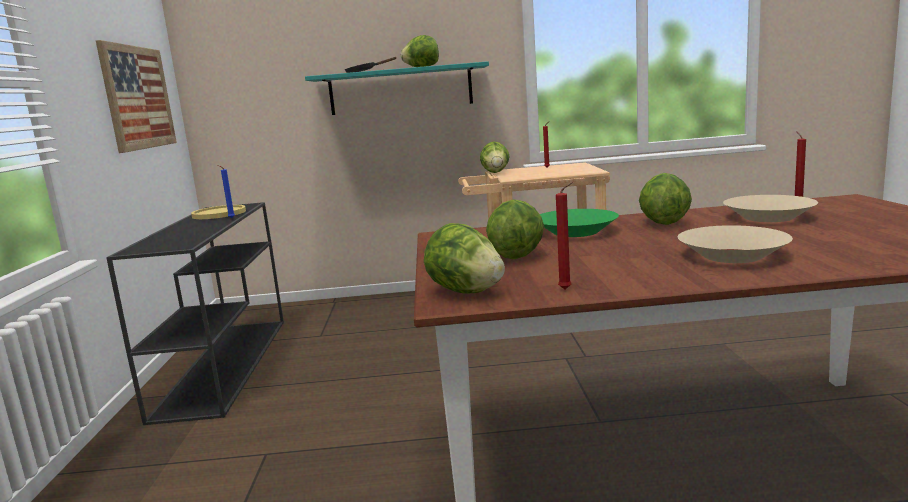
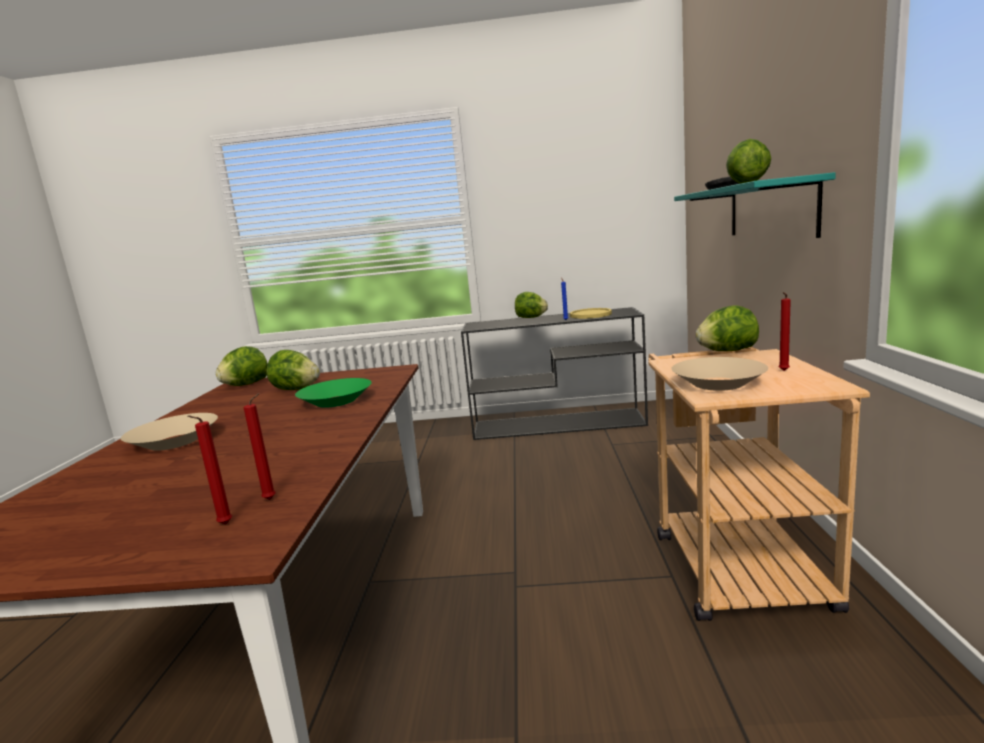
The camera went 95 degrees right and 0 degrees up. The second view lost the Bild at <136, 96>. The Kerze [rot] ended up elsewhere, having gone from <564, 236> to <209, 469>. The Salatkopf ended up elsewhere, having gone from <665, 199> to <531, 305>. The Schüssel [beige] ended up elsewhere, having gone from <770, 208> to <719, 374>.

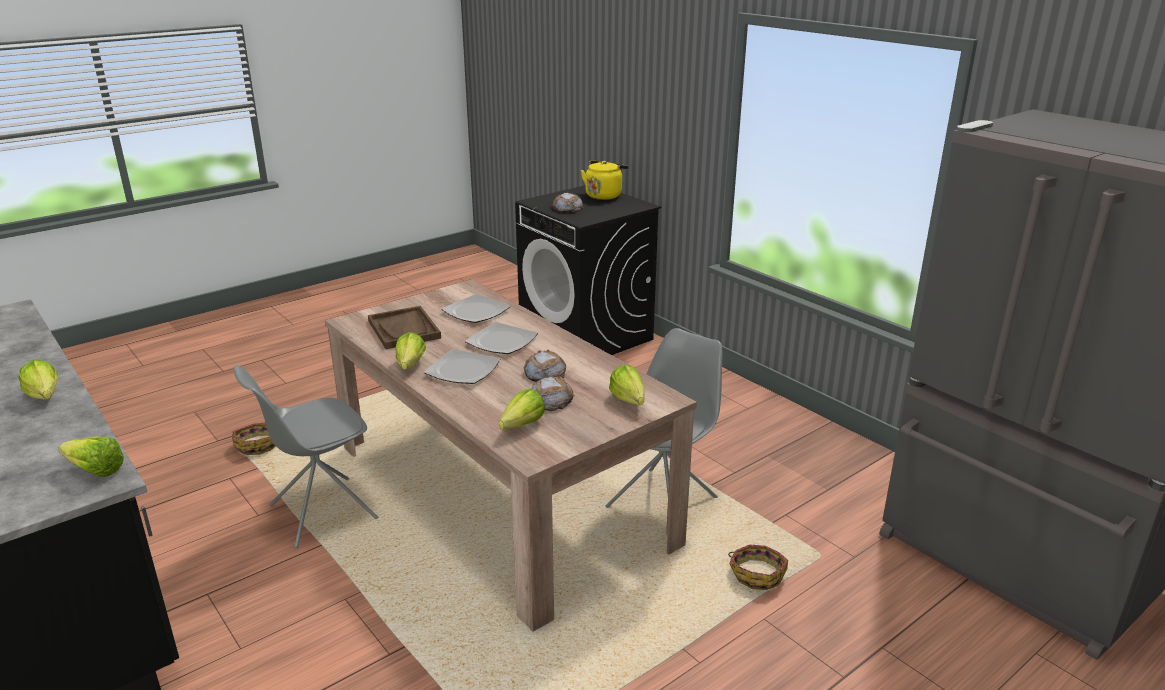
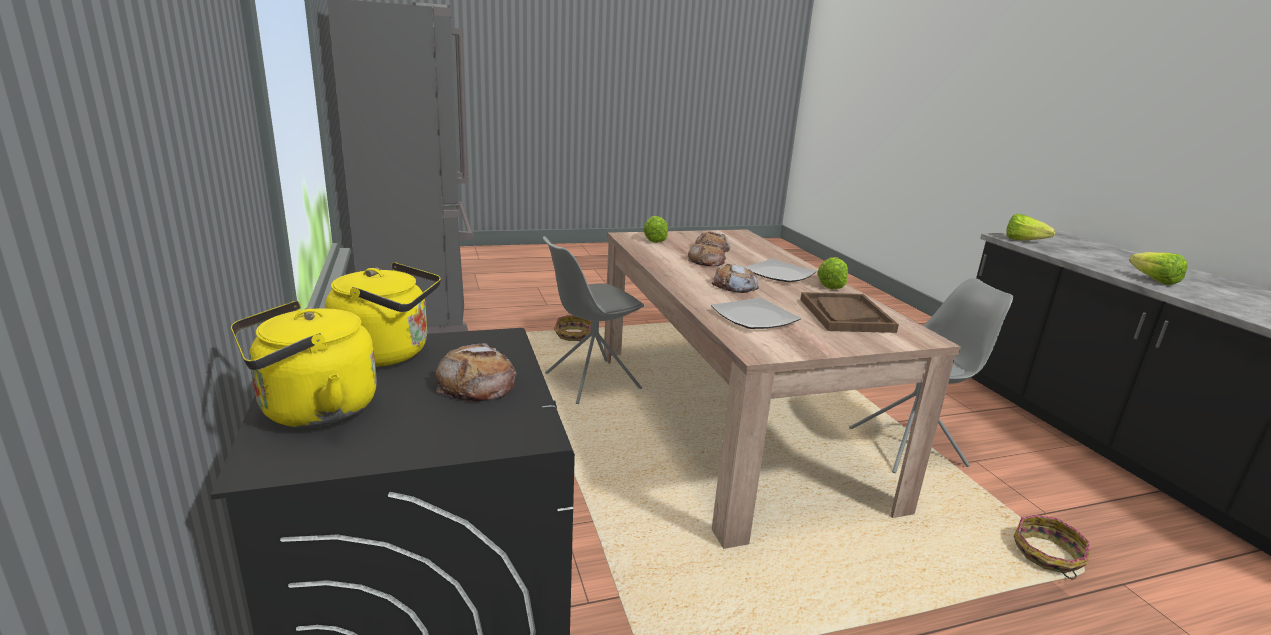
The camera went 160 degrees left and 5 degrees down. Where the Teller stood at <501, 338>, the Brot came to stand at <735, 278>. The second view lost the Salatkopf at <522, 409>. The second view gained the Wasserkessel [gelb] at <383, 314>.

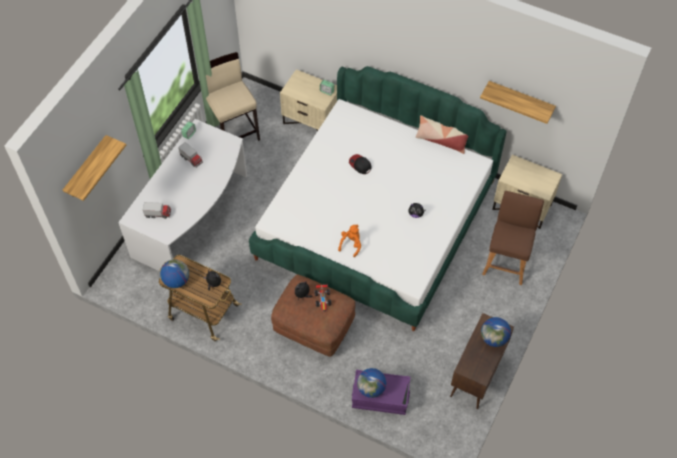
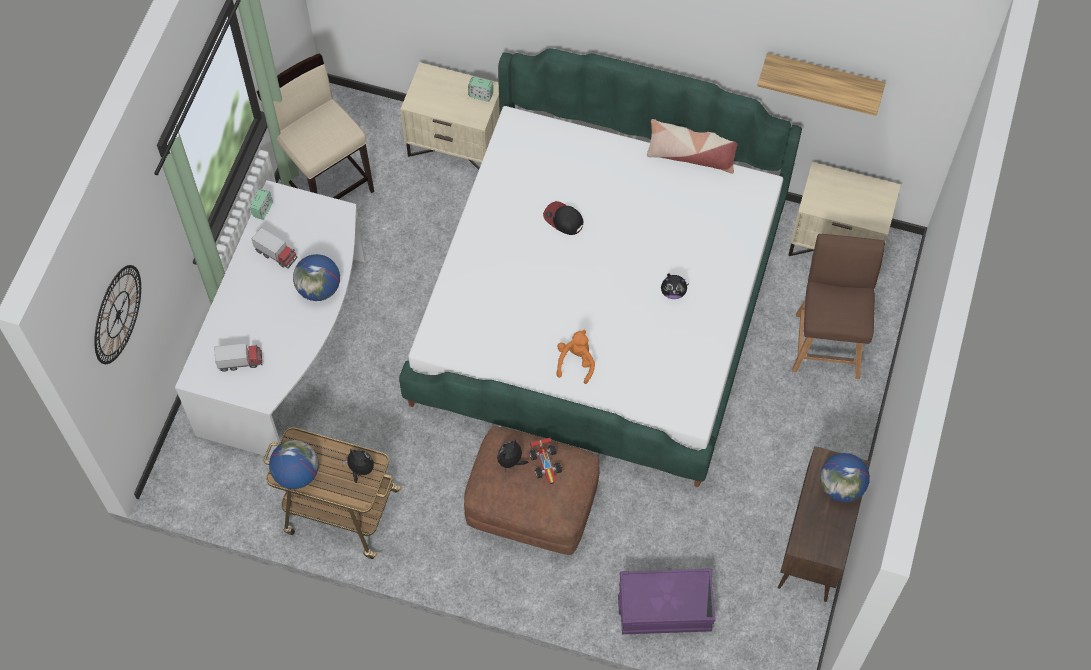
The camera went 10 degrees left and 5 degrees up. Where the Wandregal hung at <94, 168>, the Wanduhr came to hang at <117, 314>. The Globus ended up elsewhere, having gone from <371, 383> to <316, 277>.

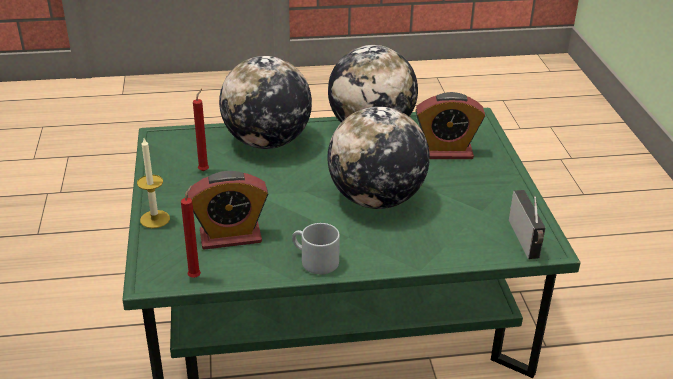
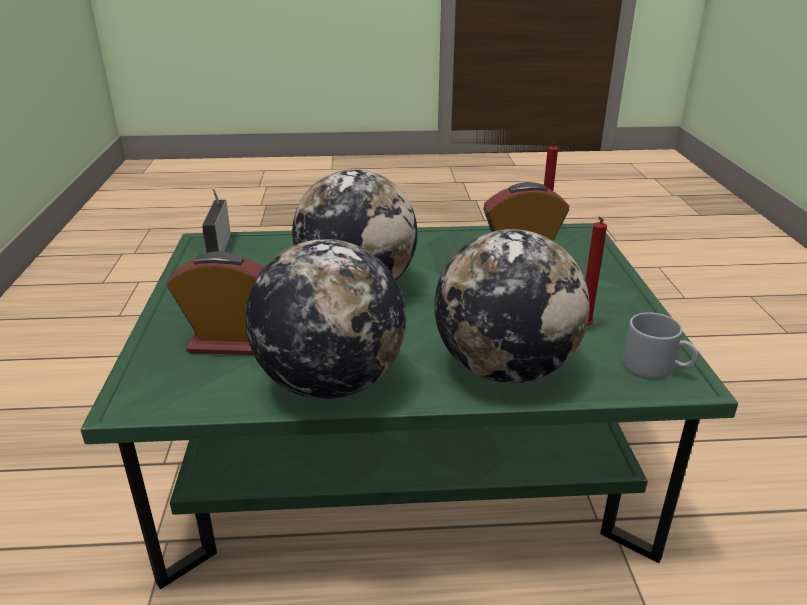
The camera went 175 degrees left and 5 degrees down. The second view lost the Kerze at <153, 183>. The Henkelbecher [grau] ended up elsewhere, having gone from <316, 248> to <660, 345>.

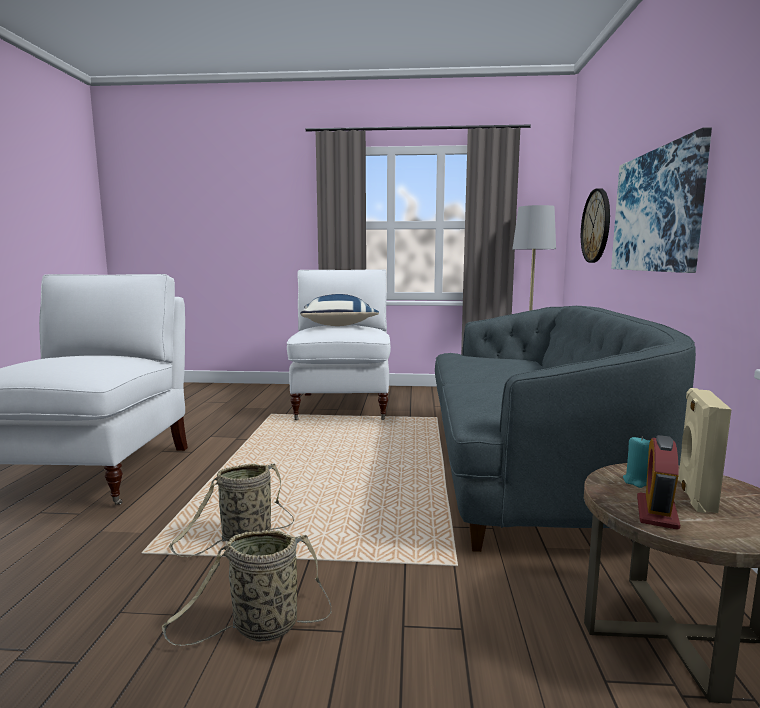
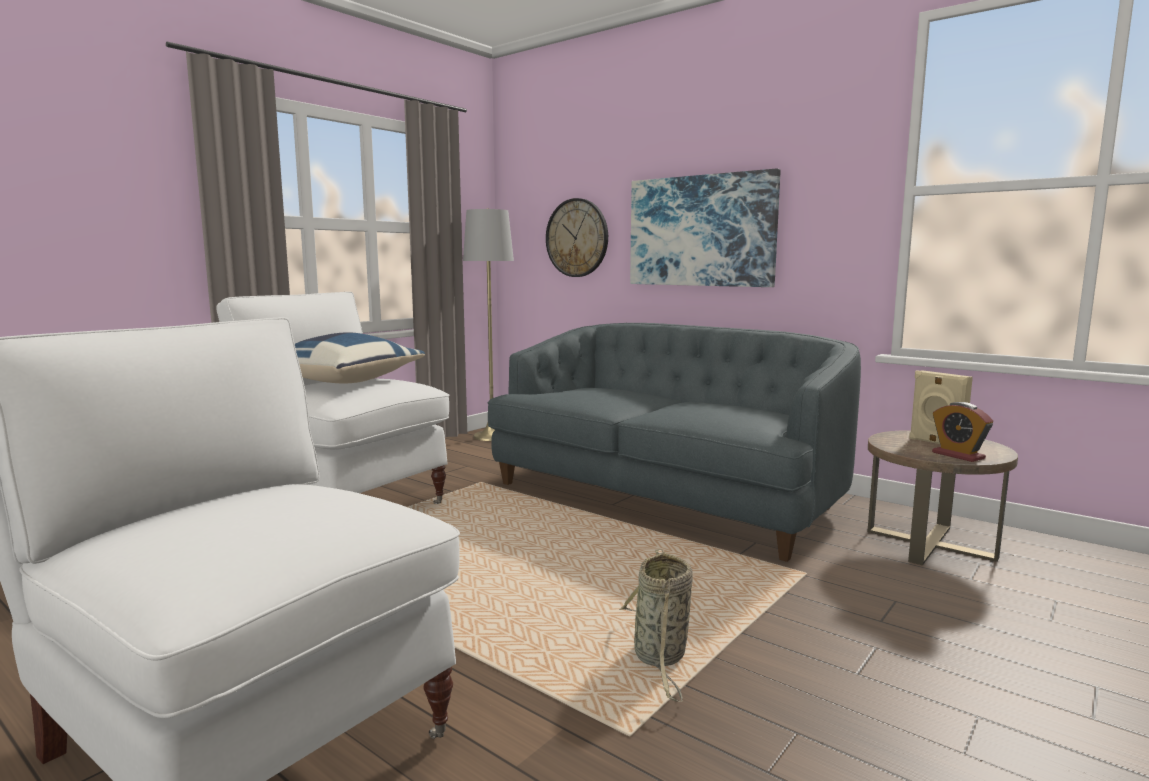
The camera went 55 degrees left and 0 degrees up. The second view lost the Korb at <247, 588>. The second view lost the Kerze [türkis] at <636, 462>.

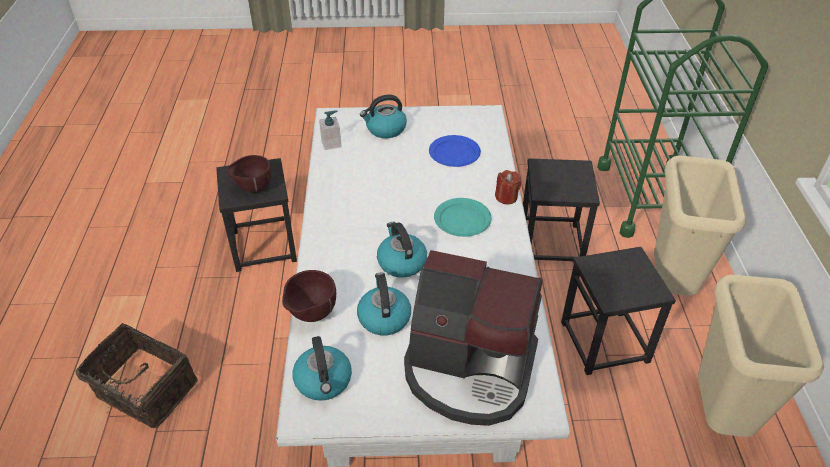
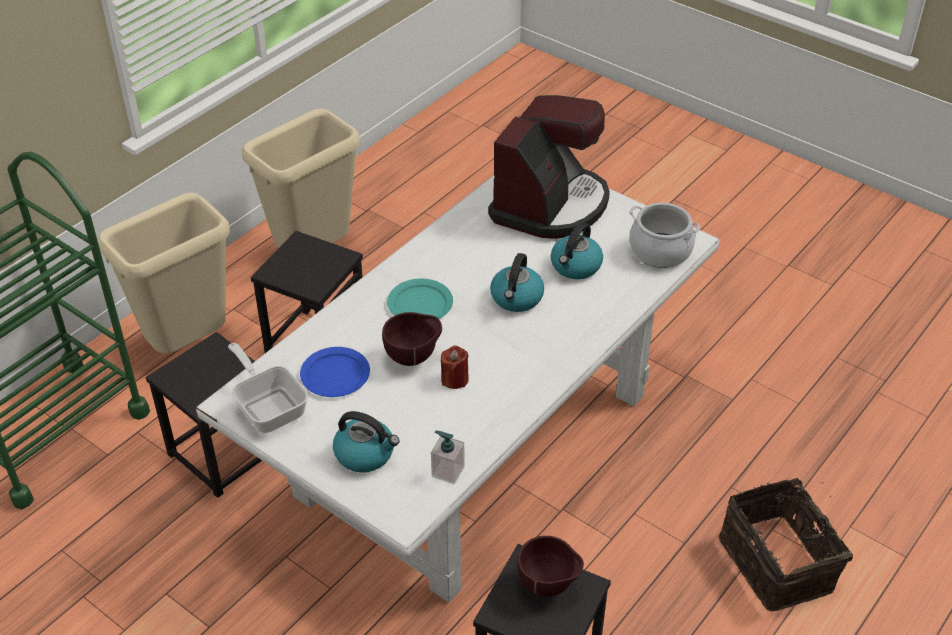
The camera went 140 degrees left and 0 degrees up. The Schüssel [braun] ended up elsewhere, having gone from <309, 296> to <412, 339>. Where the Wasserkessel stood at <322, 368>, the Kochtopf came to stand at <664, 235>. The Kaffeemaschine at <473, 338> ended up facing another way, 60 degrees clockwise from before. The Kerze [rot] ended up elsewhere, having gone from <508, 187> to <455, 367>. The second view gained the Pfanne at <268, 388>.

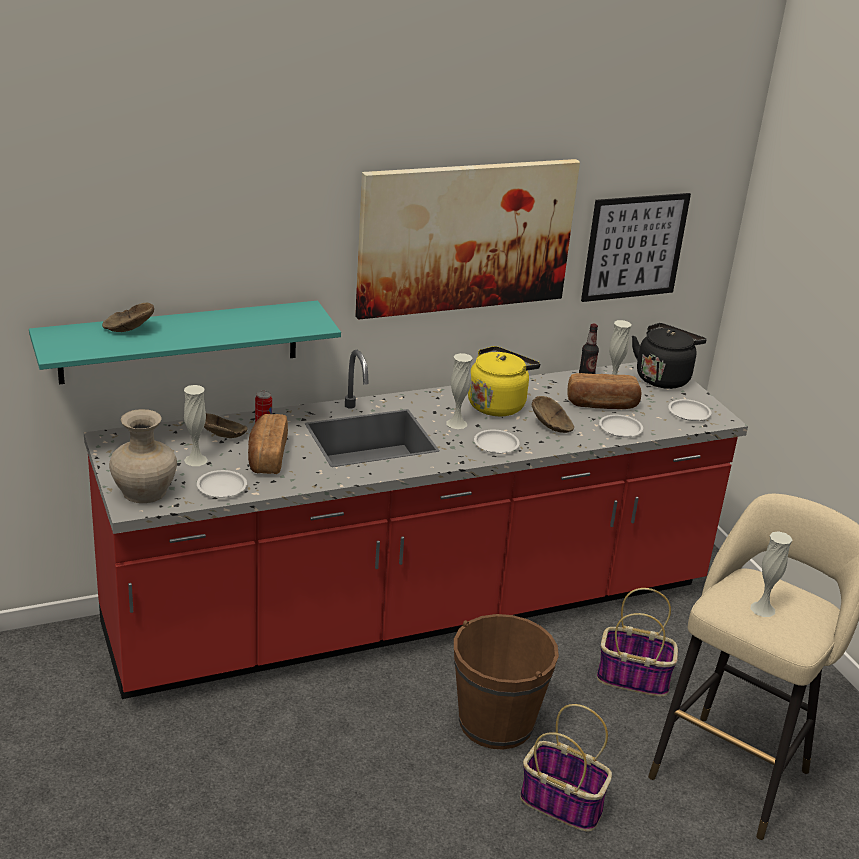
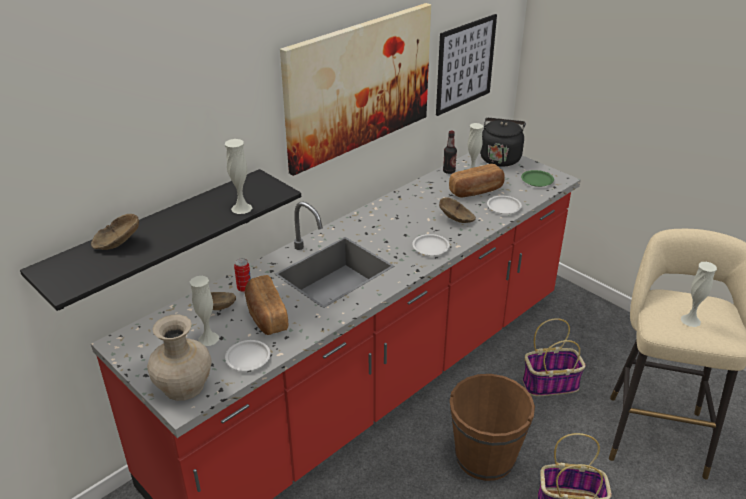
The camera went 20 degrees left and 5 degrees up. What was the Wandregal [türkis] at <185, 343> turned into the Wandregal [schwarz] at <160, 240>. The Vase [weiß] ended up elsewhere, having gone from <460, 391> to <238, 176>. The second view lost the Wasserkessel [gelb] at <504, 381>. What was the Teller [weiß] at <689, 410> turned into the Teller [grün] at <537, 178>.

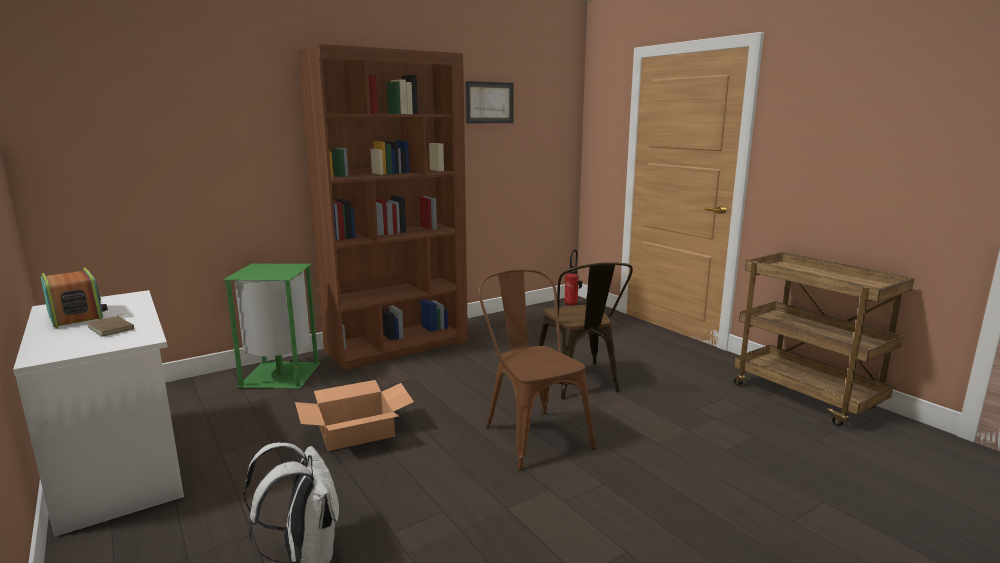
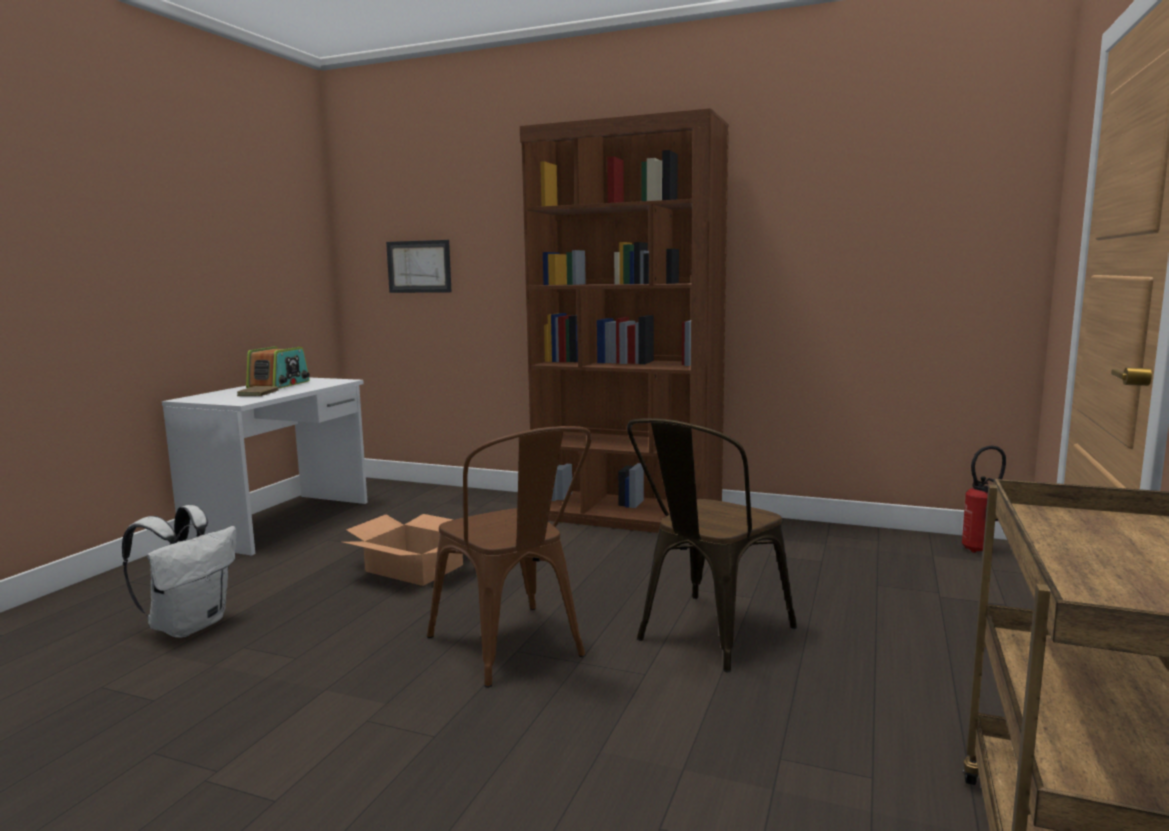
The camera went 55 degrees right and 5 degrees down. The second view lost the Mülleimer [grün] at <272, 326>. The Bild ended up elsewhere, having gone from <489, 102> to <419, 266>. The Stuhl [braun] at <537, 370> ended up facing another way, 120 degrees clockwise from before.

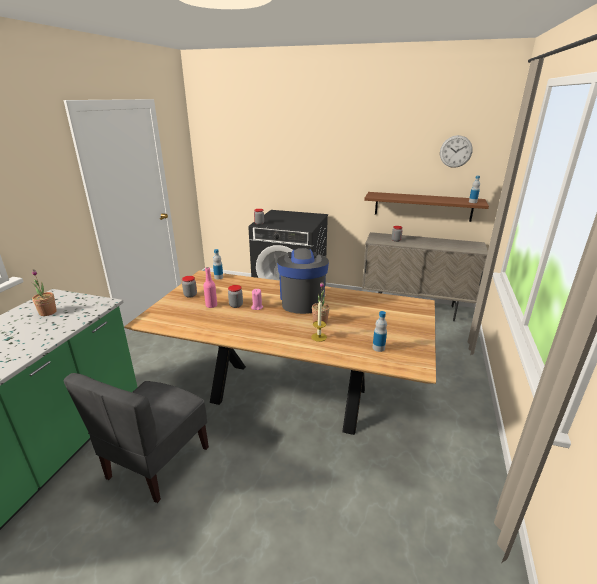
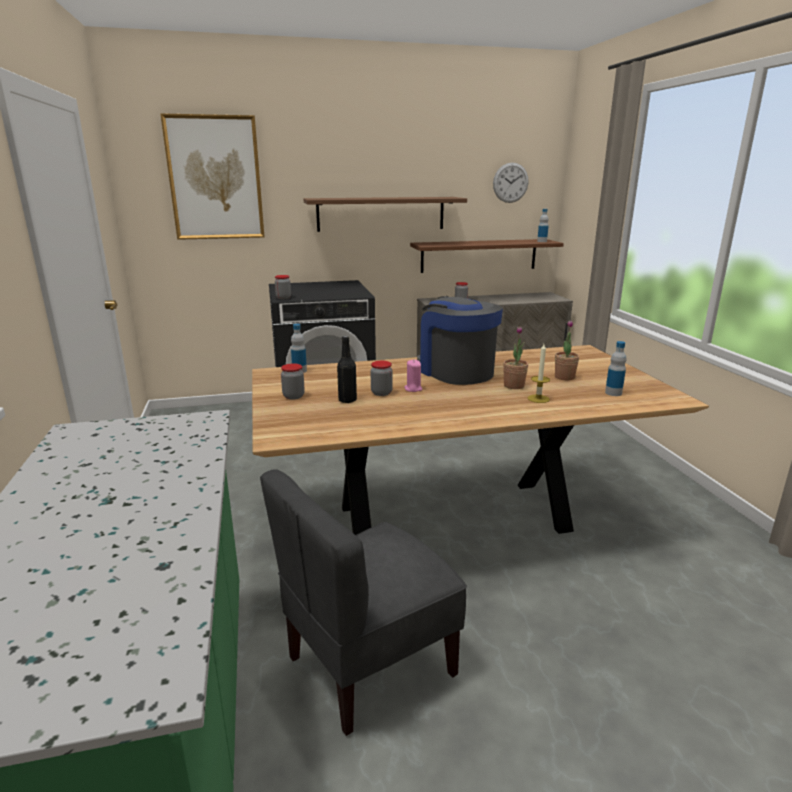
The camera went 30 degrees left and 5 degrees down. The Topfpflanze ended up elsewhere, having gone from <44, 293> to <567, 350>. The Stuhl [grau] at <136, 438> ended up facing another way, 60 degrees clockwise from before. What was the Flasche [rosa] at <210, 287> turned into the Flasche [schwarz] at <347, 369>. The second view gained the Bild at <212, 176>. The second view gained the Wandregal [braun] at <385, 214>.

